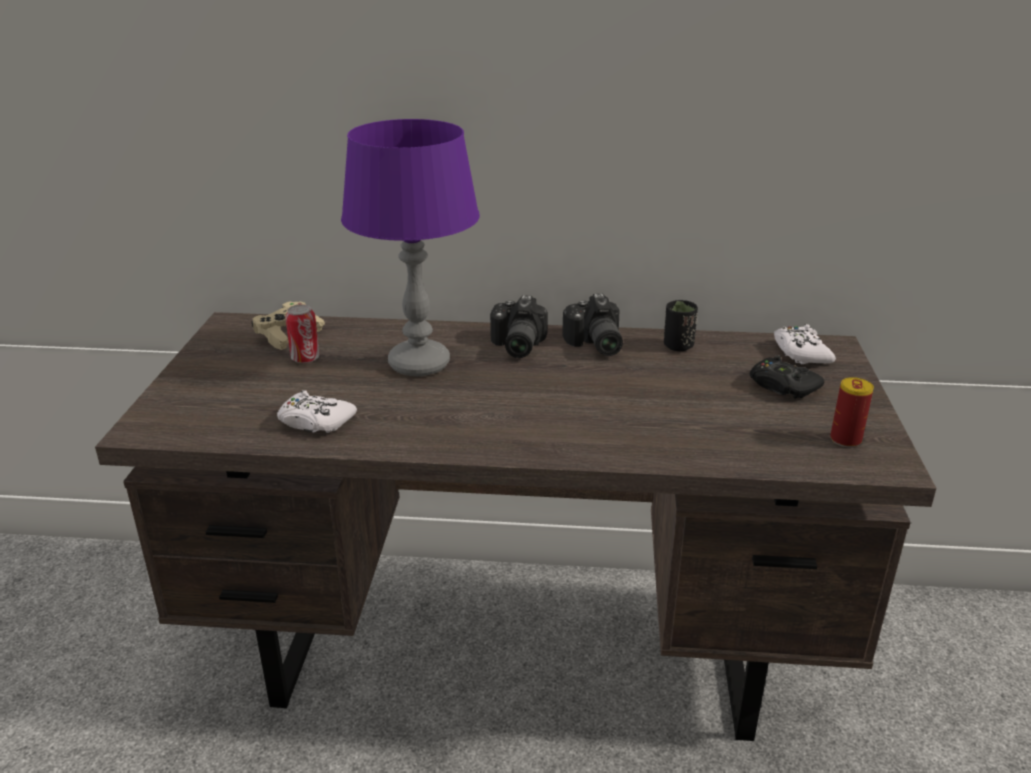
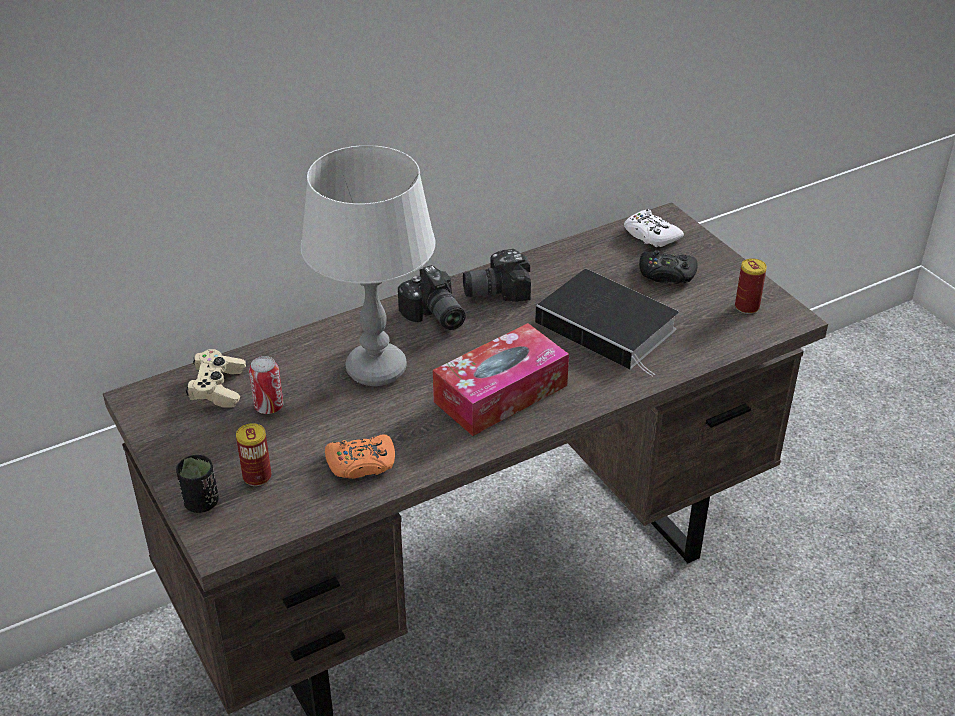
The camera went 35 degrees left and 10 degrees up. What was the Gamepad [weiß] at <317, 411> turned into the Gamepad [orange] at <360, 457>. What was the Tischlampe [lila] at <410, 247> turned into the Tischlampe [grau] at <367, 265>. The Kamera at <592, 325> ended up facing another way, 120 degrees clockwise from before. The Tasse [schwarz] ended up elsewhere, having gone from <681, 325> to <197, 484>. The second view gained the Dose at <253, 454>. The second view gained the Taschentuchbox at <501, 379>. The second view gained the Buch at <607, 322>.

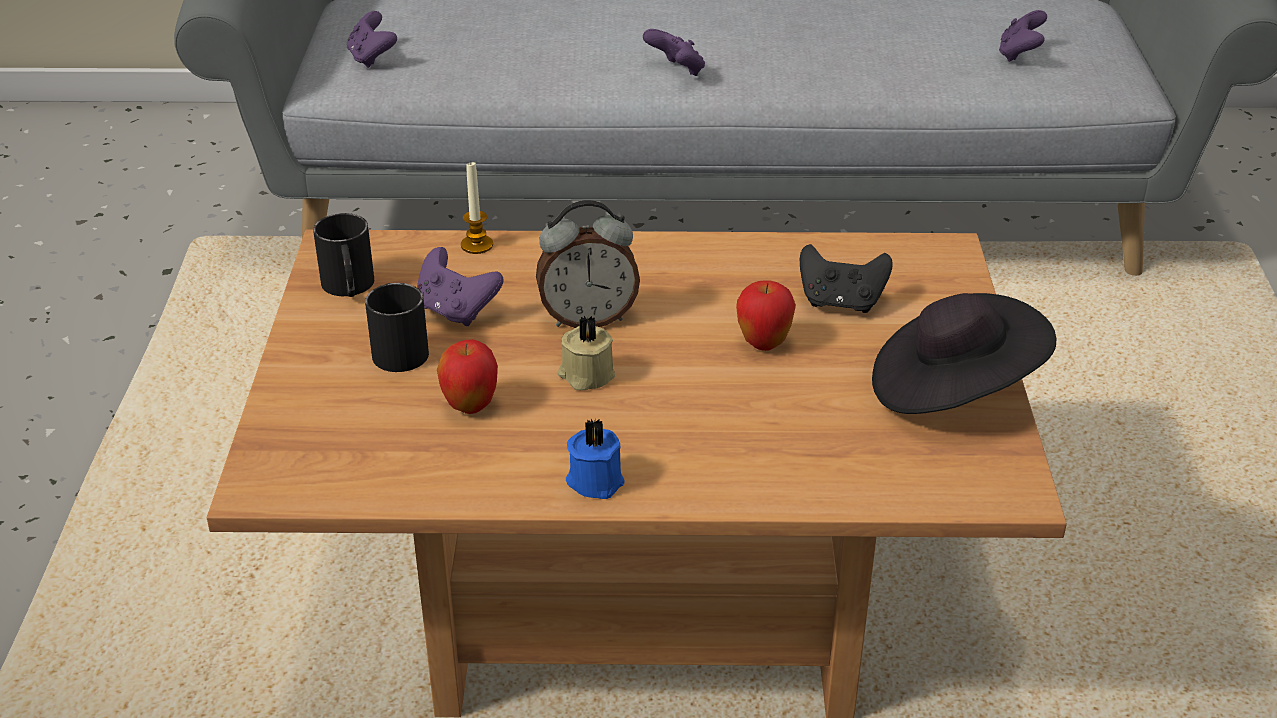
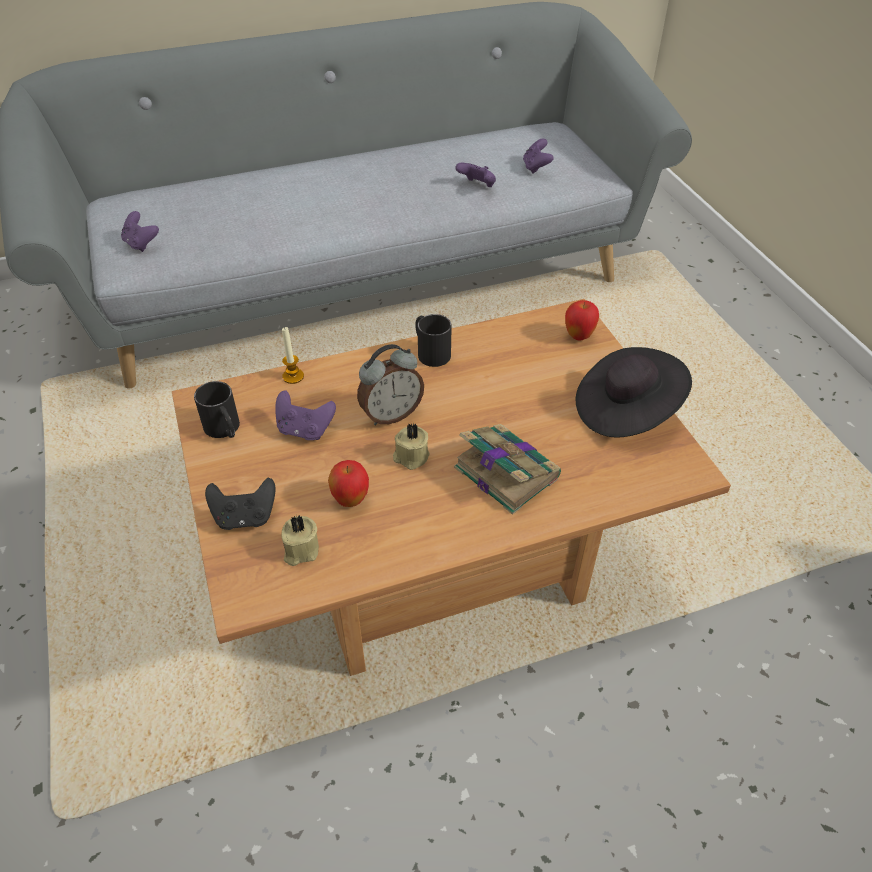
The camera went 20 degrees left and 10 degrees up. The Henkelbecher [schwarz] ended up elsewhere, having gone from <397, 327> to <433, 340>. The second view lost the Kerze [blau] at <595, 459>. The Gamepad [lila] ended up elsewhere, having gone from <674, 52> to <475, 175>. The Apfel ended up elsewhere, having gone from <766, 315> to <582, 320>. The Gamepad [schwarz] ended up elsewhere, having gone from <846, 278> to <240, 504>. The second view gained the Kerze [beige] at <300, 540>. The second view gained the Buch at <507, 469>.

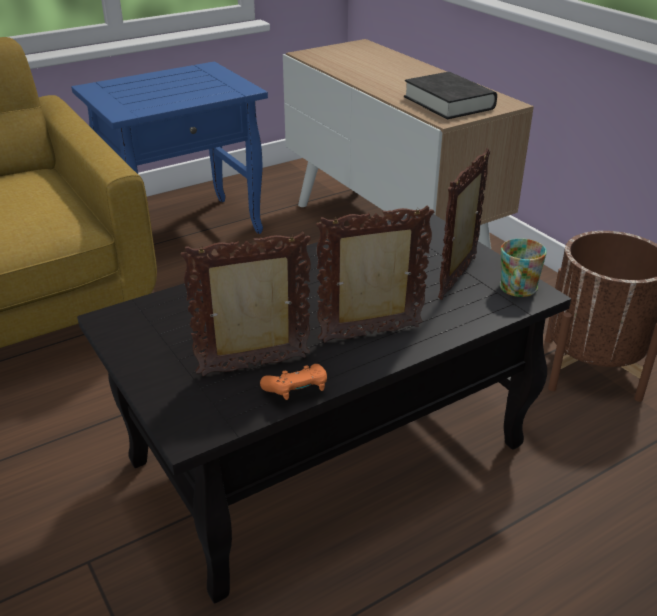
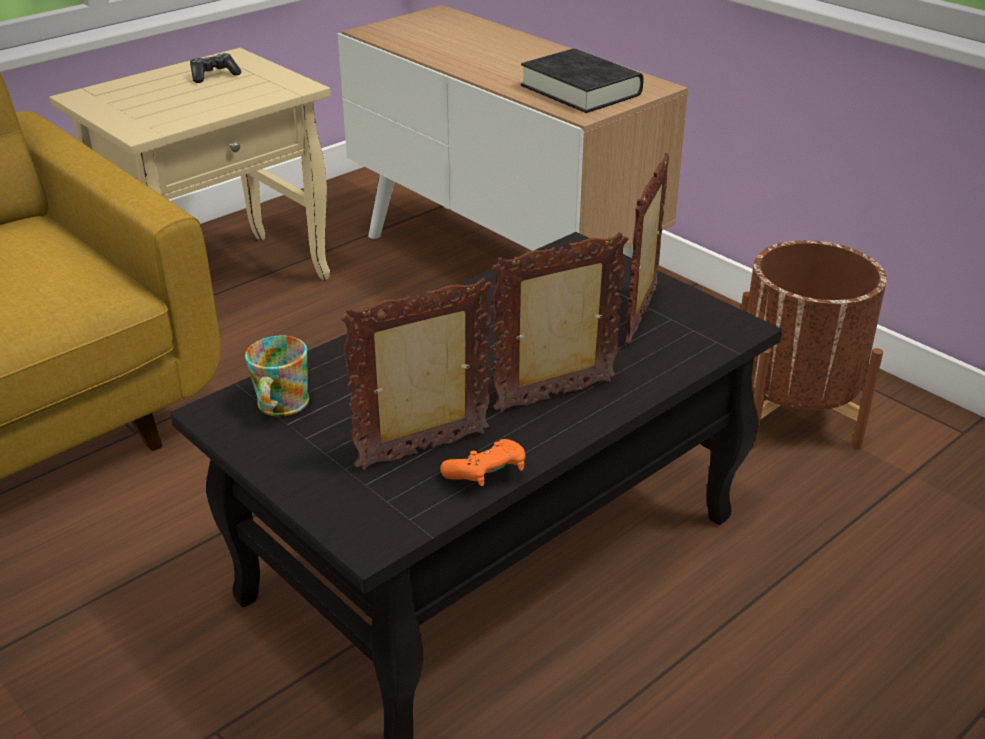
The camera went 10 degrees left and 0 degrees up. What was the Beistelltisch [blau] at <169, 147> turned into the Beistelltisch [beige] at <190, 164>. The Henkelbecher ended up elsewhere, having gone from <523, 268> to <277, 376>. The second view gained the Gamepad at <215, 68>.

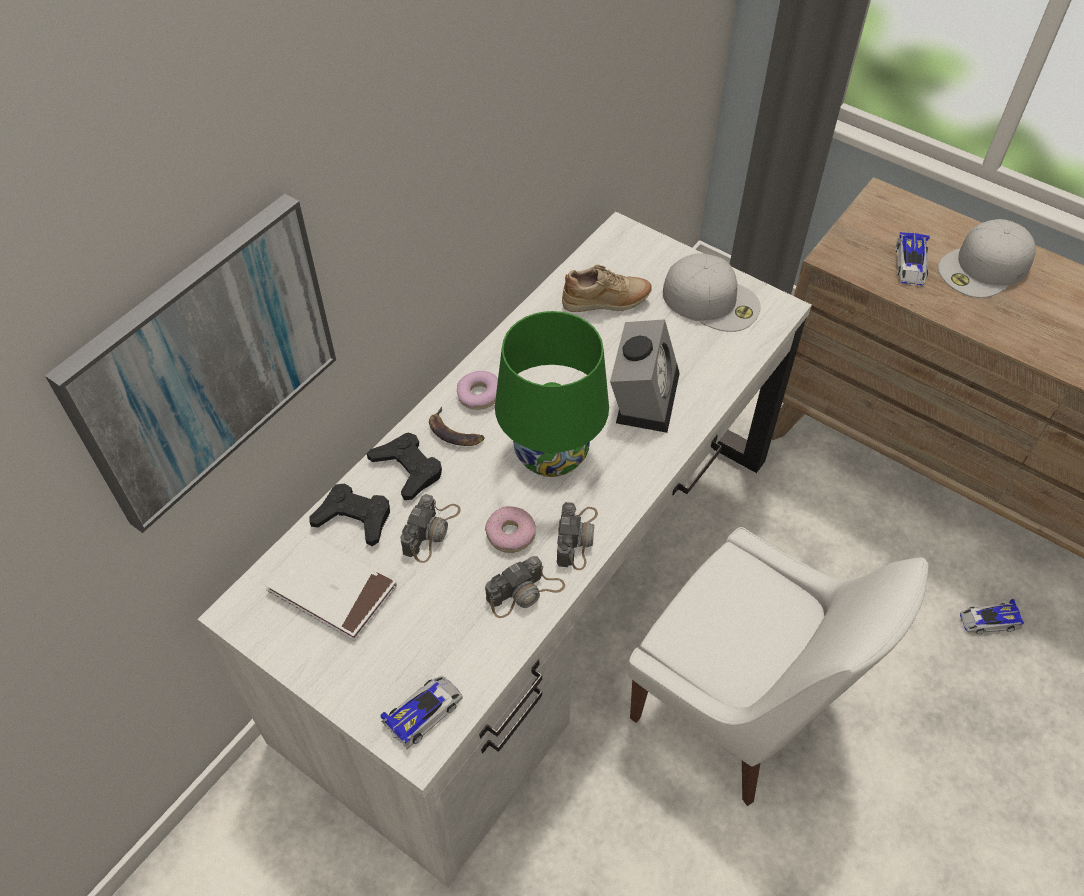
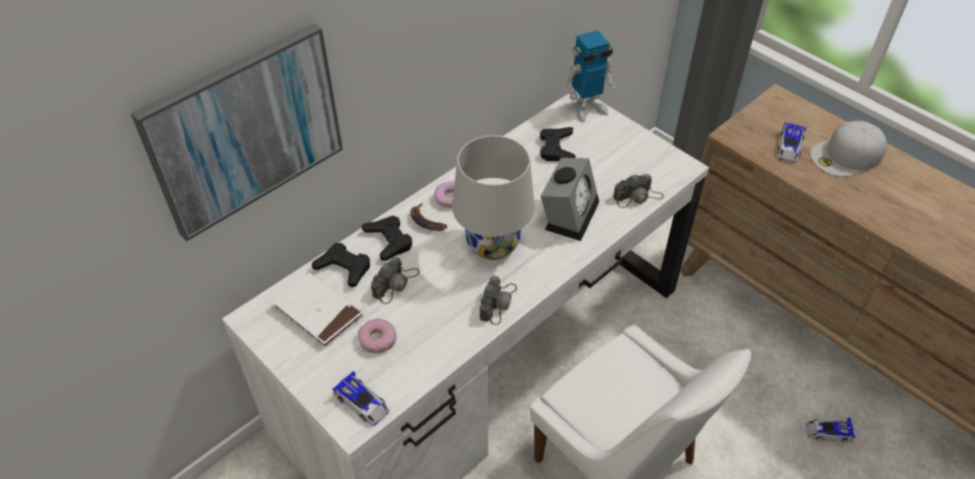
The camera went 10 degrees right and 5 degrees down. The Spielzeugauto at <422, 712> ended up facing another way, 75 degrees clockwise from before. The Donut ended up elsewhere, having gone from <510, 529> to <377, 335>. The Kamera ended up elsewhere, having gone from <525, 587> to <638, 191>. What was the Tischlampe [grün] at <552, 394> turned into the Tischlampe [weiß] at <493, 197>. Where the Schuh [beige] stood at <607, 288>, the Gamepad [schwarz] came to stand at <557, 144>. The second view lost the Kappe [weiß] at <712, 292>. The second view gained the Spielzeugroboter at <590, 76>.

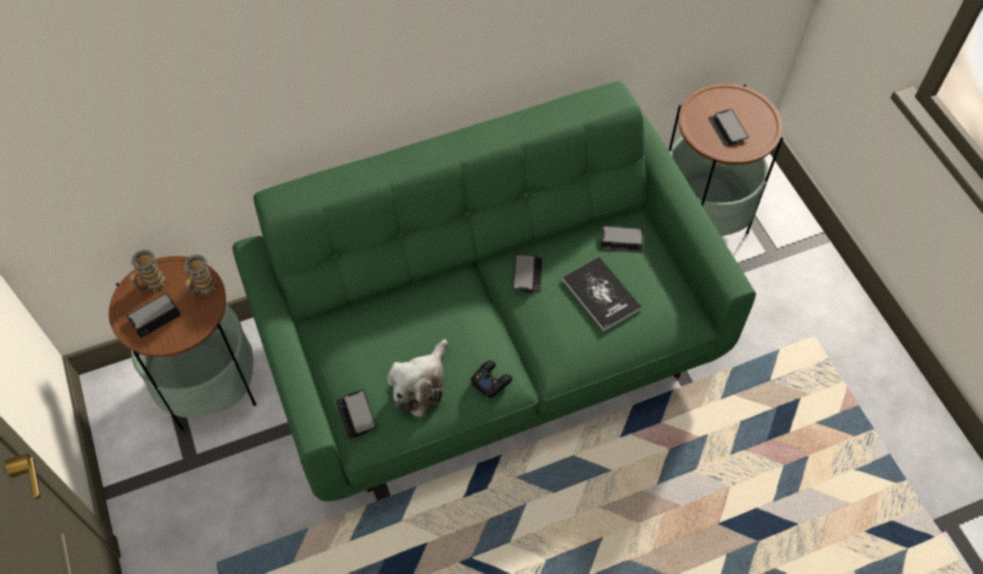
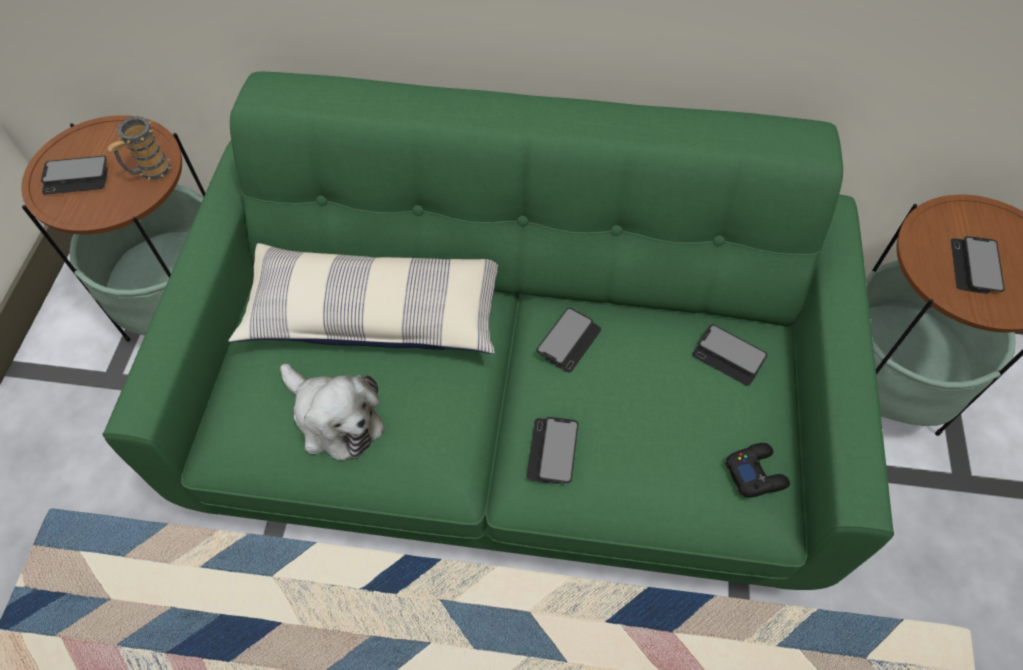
The camera went 30 degrees right and 0 degrees up. The second view lost the Henkelbecher at <148, 271>. The Handy ended up elsewhere, having gone from <356, 414> to <552, 450>. The Plüschtier at <417, 378> ended up facing another way, 105 degrees counterclockwise from before. The Gamepad [schwarz] ended up elsewhere, having gone from <492, 379> to <757, 470>. The second view lost the Buch at <602, 294>. The second view gained the Kissen at <363, 298>.

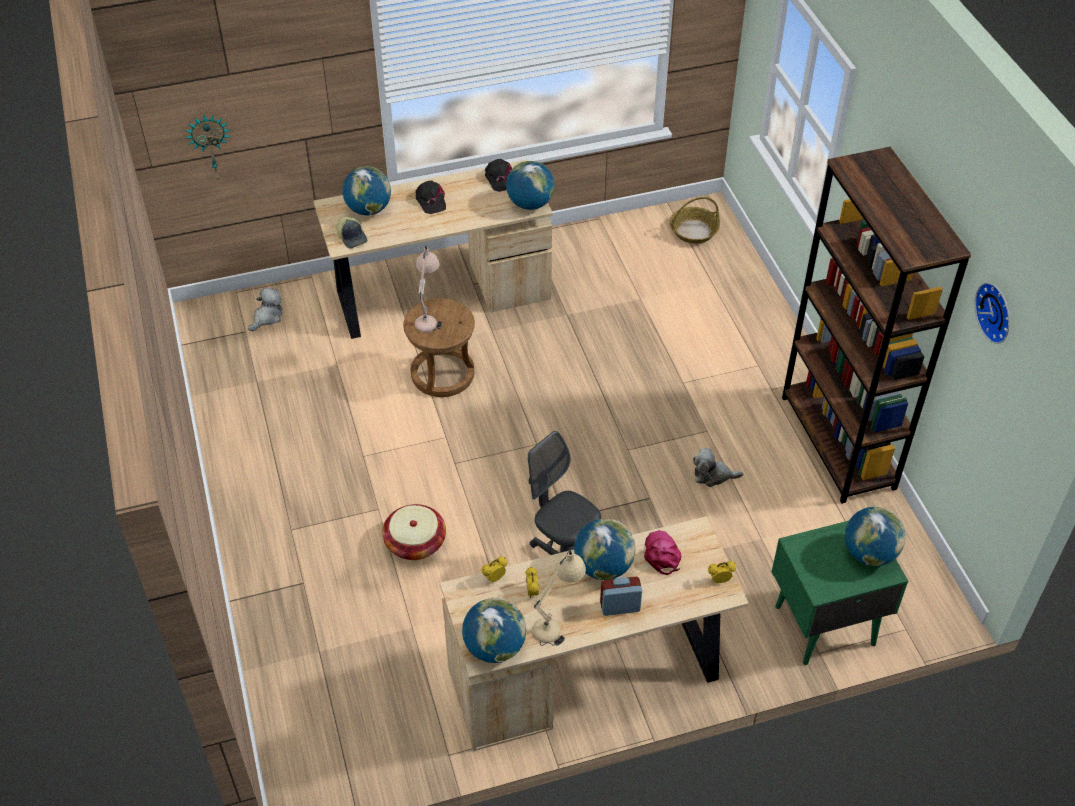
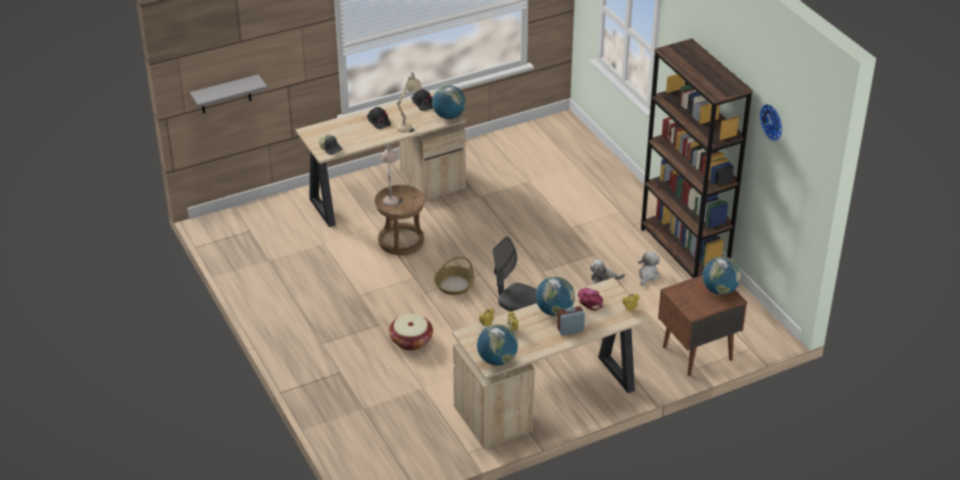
The camera went 10 degrees left and 10 degrees down. Where the Wanduhr hung at <207, 147>, the Wandregal [grau] came to hang at <229, 93>. The Plüschtier ended up elsewhere, having gone from <265, 309> to <649, 269>. The second view lost the Globus at <366, 190>. The Tischlampe [beige] ended up elsewhere, having gone from <559, 598> to <409, 103>. The Korb ended up elsewhere, having gone from <695, 220> to <454, 276>. What was the Nachttisch [grün] at <840, 593> turned into the Nachttisch [braun] at <702, 325>.

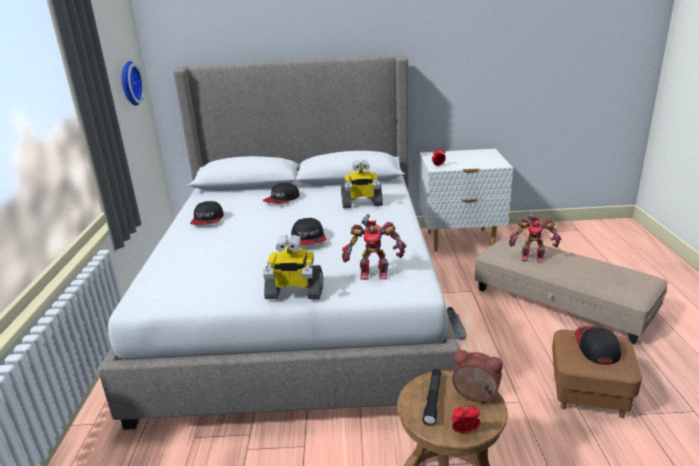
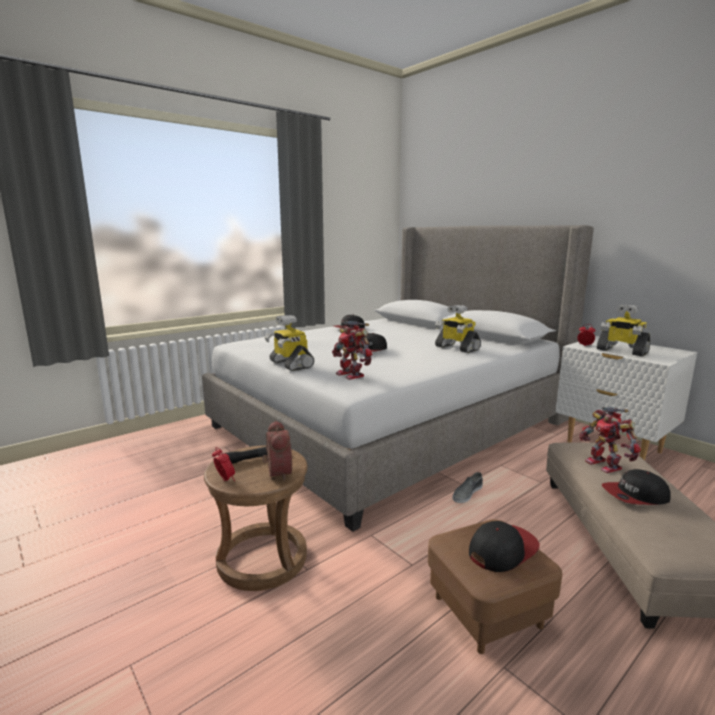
The camera went 50 degrees right and 10 degrees down. The second view lost the Wanduhr at <133, 83>. The Kappe ended up elsewhere, having gone from <281, 193> to <636, 487>. The second view gained the Spielzeugroboter at <623, 330>.

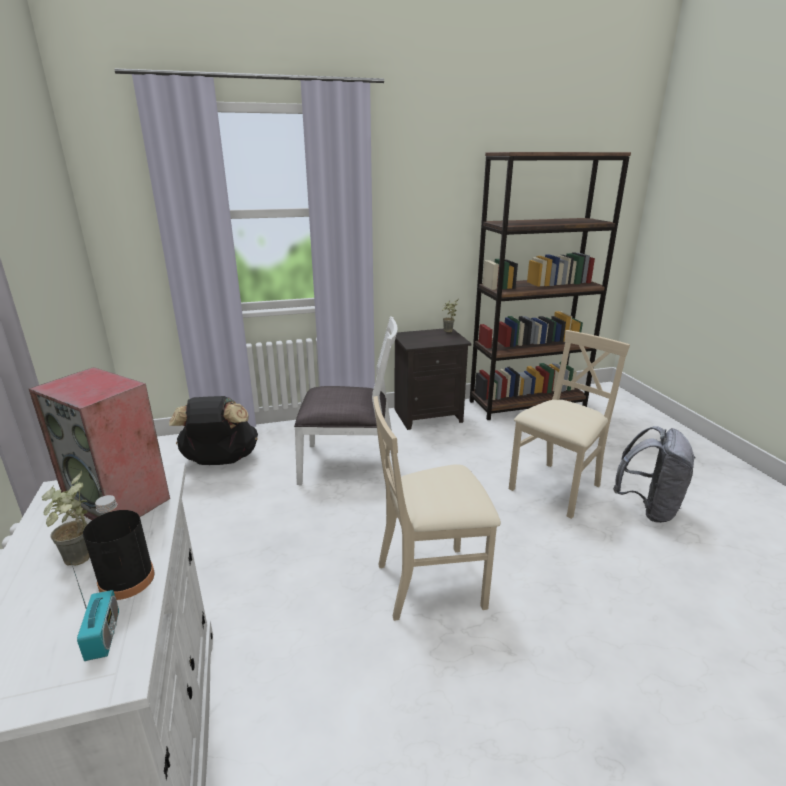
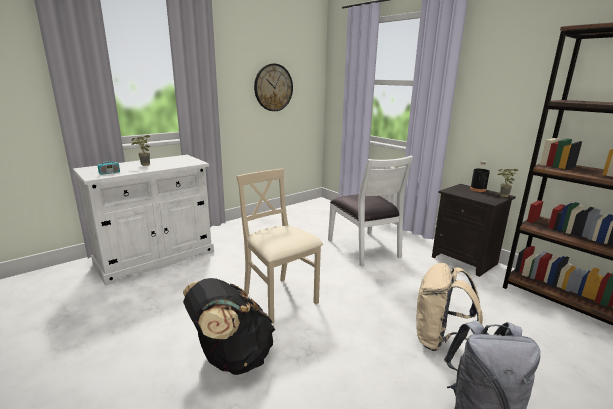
The camera went 65 degrees right and 5 degrees down. The second view lost the Lautsprecher at <99, 443>. The Flasche [schwarz] ended up elsewhere, having gone from <119, 547> to <480, 176>. The Rucksack [schwarz] ended up elsewhere, having gone from <213, 430> to <229, 326>. Where the Stuhl [beige] stood at <569, 424>, the Rucksack [beige] came to stand at <449, 307>. The second view gained the Wanduhr at <273, 87>.

